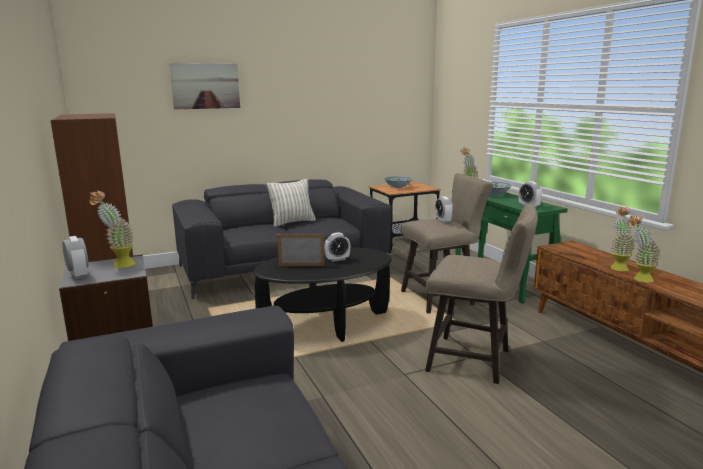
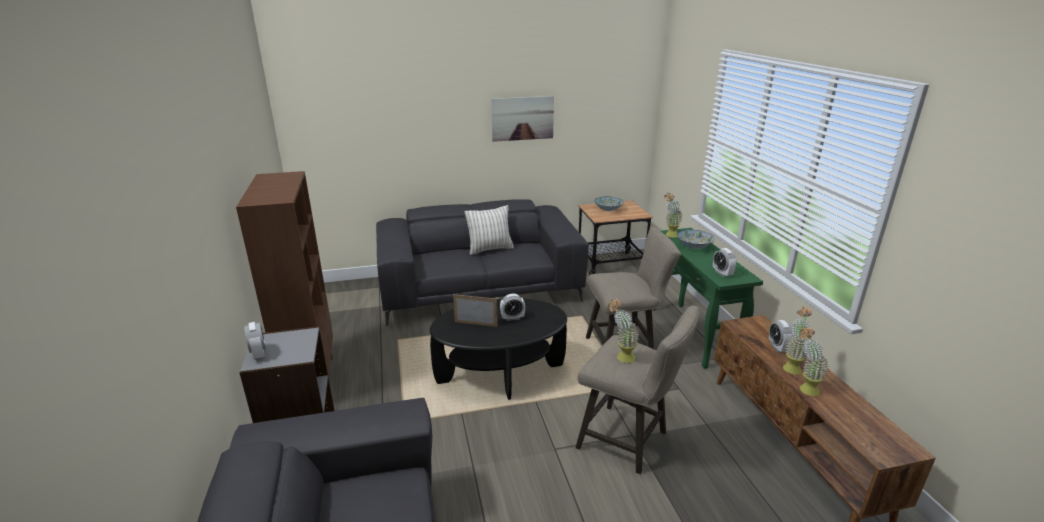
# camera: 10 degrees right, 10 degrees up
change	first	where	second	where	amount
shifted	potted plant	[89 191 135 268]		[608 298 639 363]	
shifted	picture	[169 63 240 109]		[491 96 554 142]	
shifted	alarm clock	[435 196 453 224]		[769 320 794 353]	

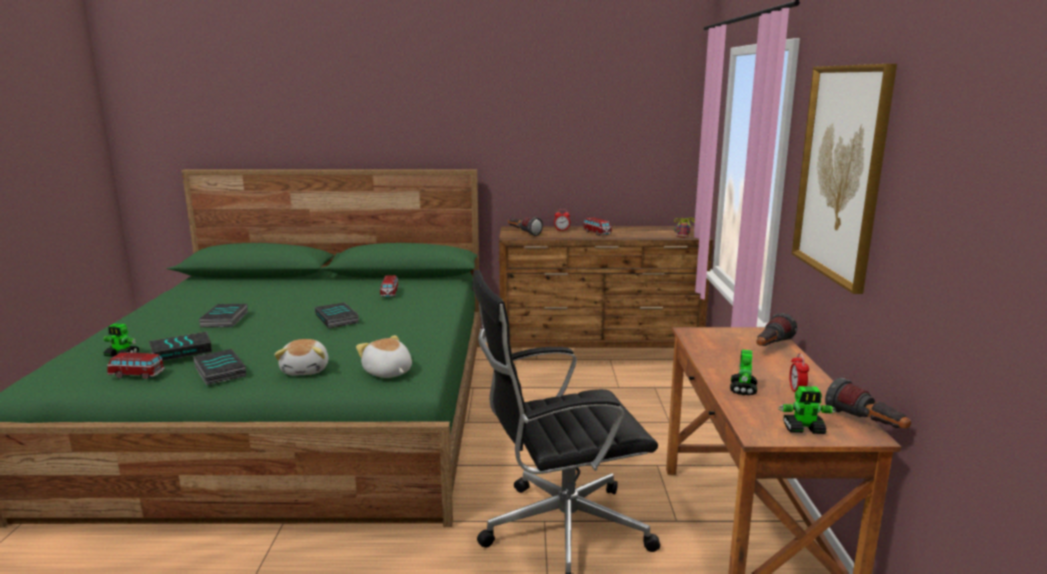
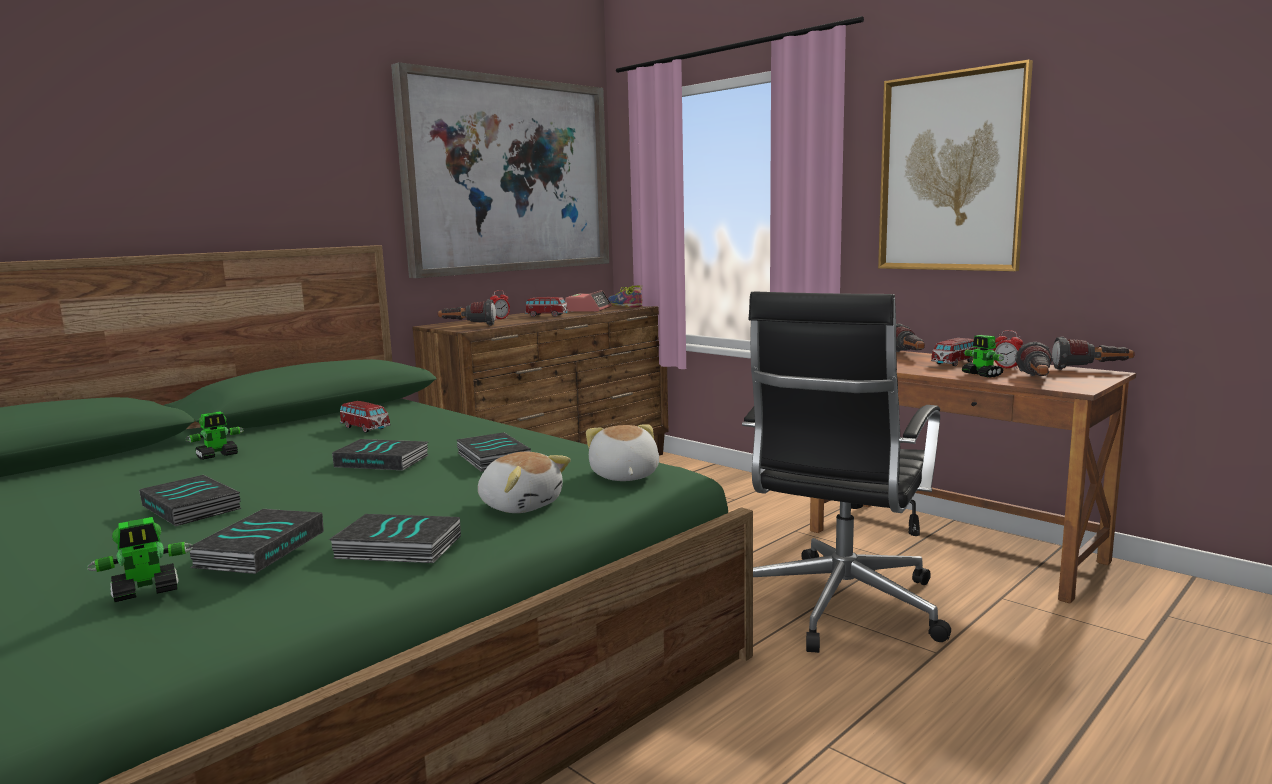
# camera: 45 degrees left, 5 degrees down
change	first	where	second	where	amount
new			picture	[391 62 609 278]	
new			book	[457 432 531 472]	
new			alarm clock	[565 290 612 312]	
new			flashlight	[1015 342 1053 376]	
shifted	toy car	[107 353 165 379]		[931 338 977 366]	
shifted	toy robot	[778 386 836 434]		[185 412 244 460]	
rotated	plush toy	[356 335 412 378]		[586 424 659 481]	75 degrees clockwise

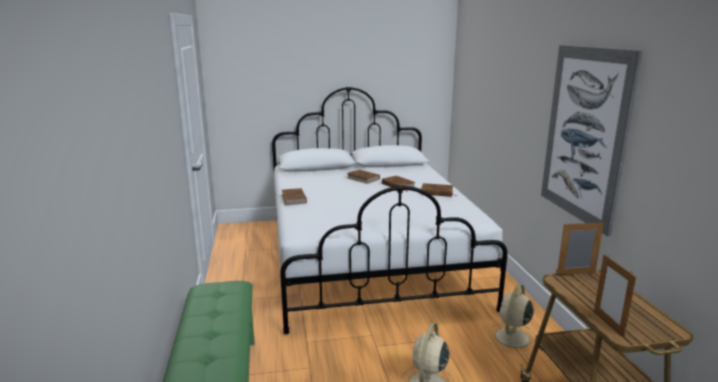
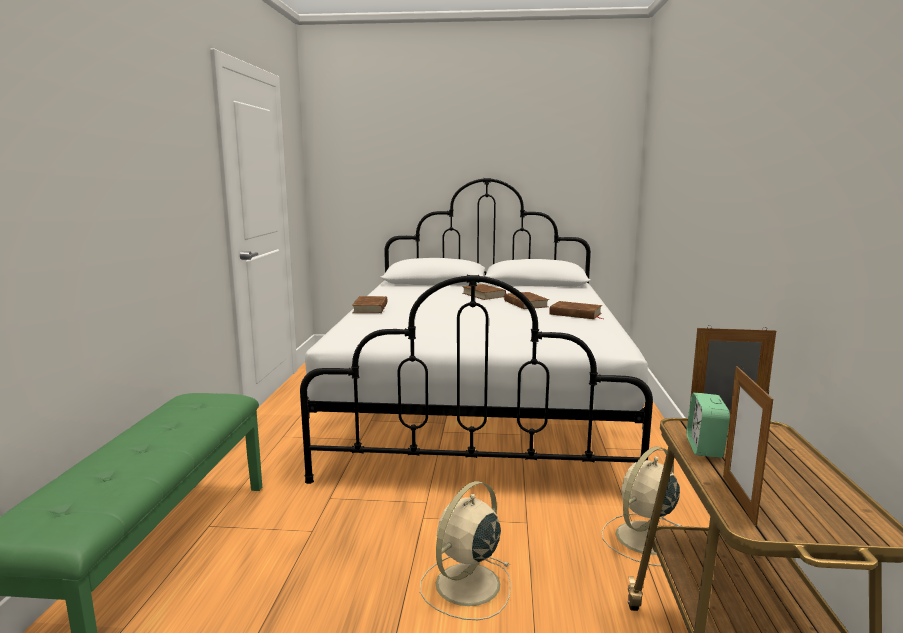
# camera: 15 degrees right, 5 degrees down
change	first	where	second	where	amount
gone	picture	[541 45 642 237]			
new			alarm clock	[687 393 730 458]	

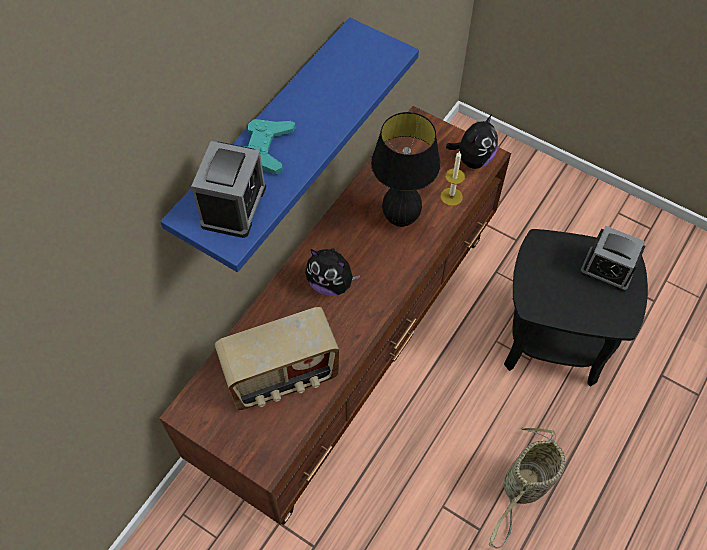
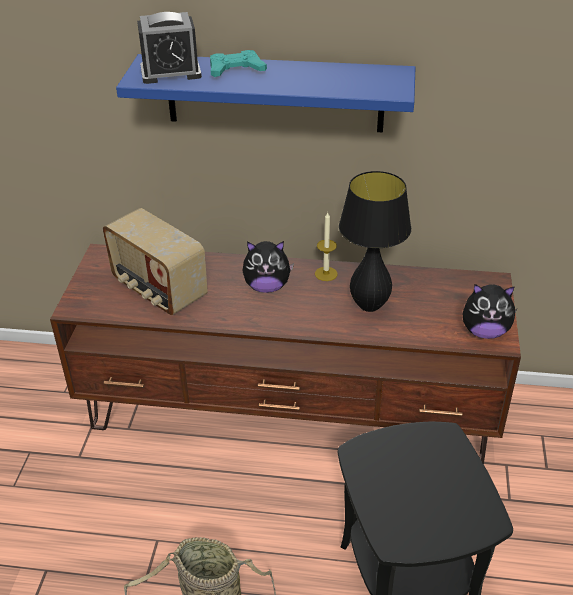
# camera: 65 degrees right, 20 degrees down
change	first	where	second	where	amount
gone	alarm clock	[580 226 645 292]			
shifted	candle	[440 151 465 206]		[315 211 338 281]	
rotated	plush toy	[305 248 361 296]		[242 241 294 293]	90 degrees counterclockwise

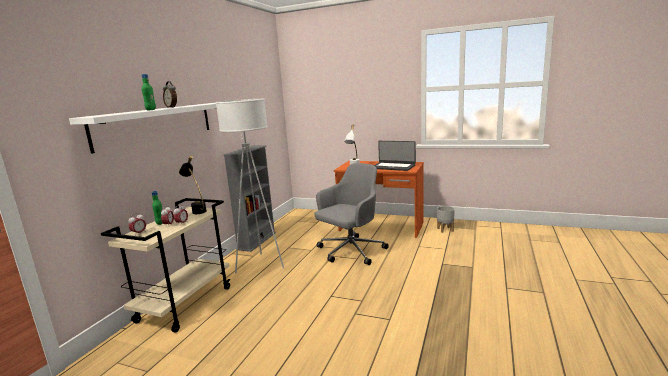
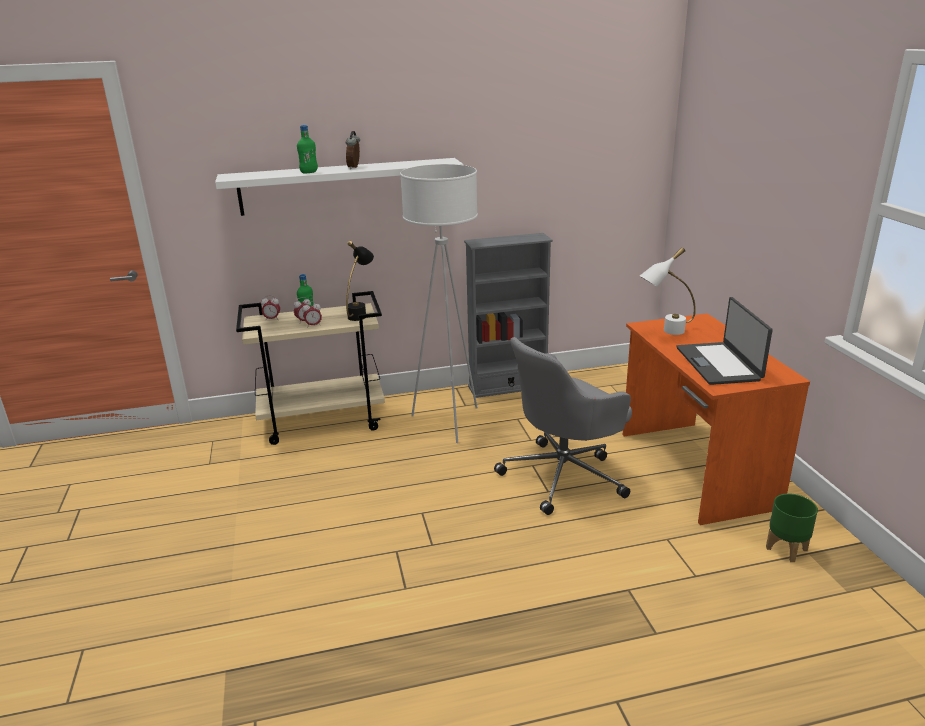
# camera: 55 degrees right, 10 degrees up
change	first	where	second	where	amount
repainted	planter/grey	[437 206 455 233]	planter/green	[766 493 818 562]	
rotated	office chair/grey	[315 163 389 265]		[494 337 632 515]	135 degrees clockwise

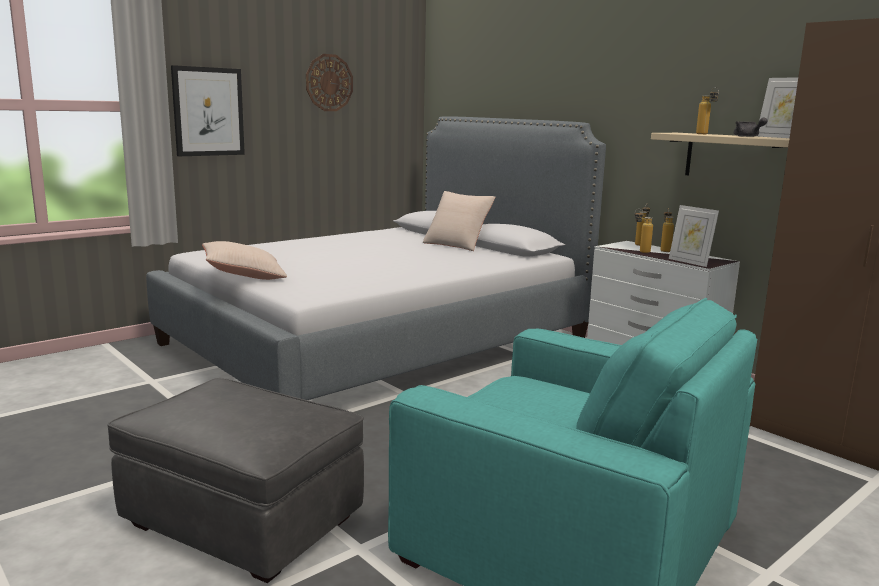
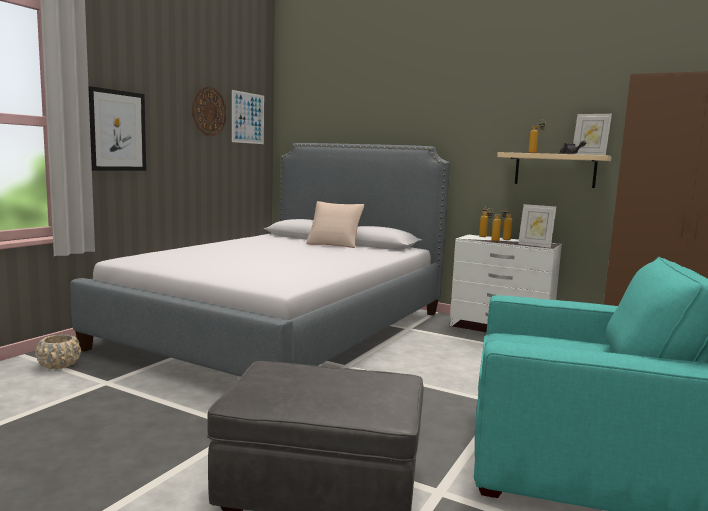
# camera: 20 degrees left, 5 degrees down
change	first	where	second	where	amount
gone	pillow/beige	[202 241 287 280]			
new			planter/beige	[35 334 81 369]	
new			picture	[232 90 264 144]	

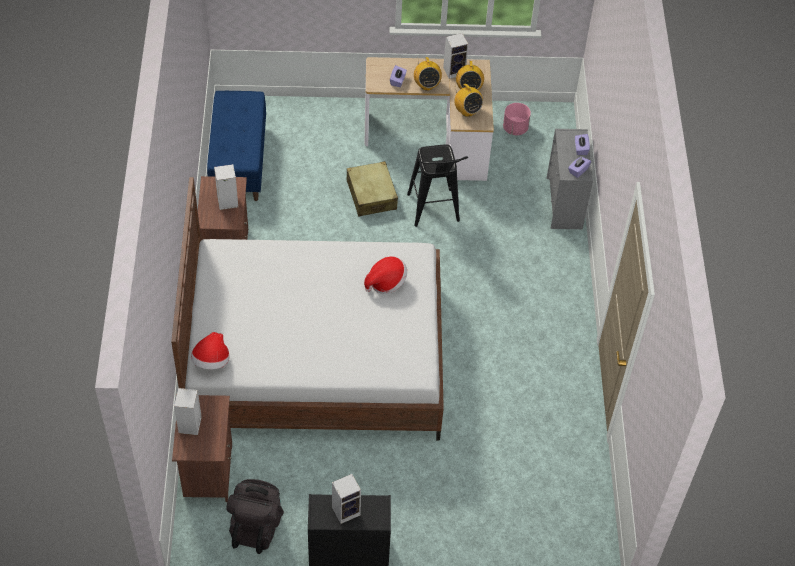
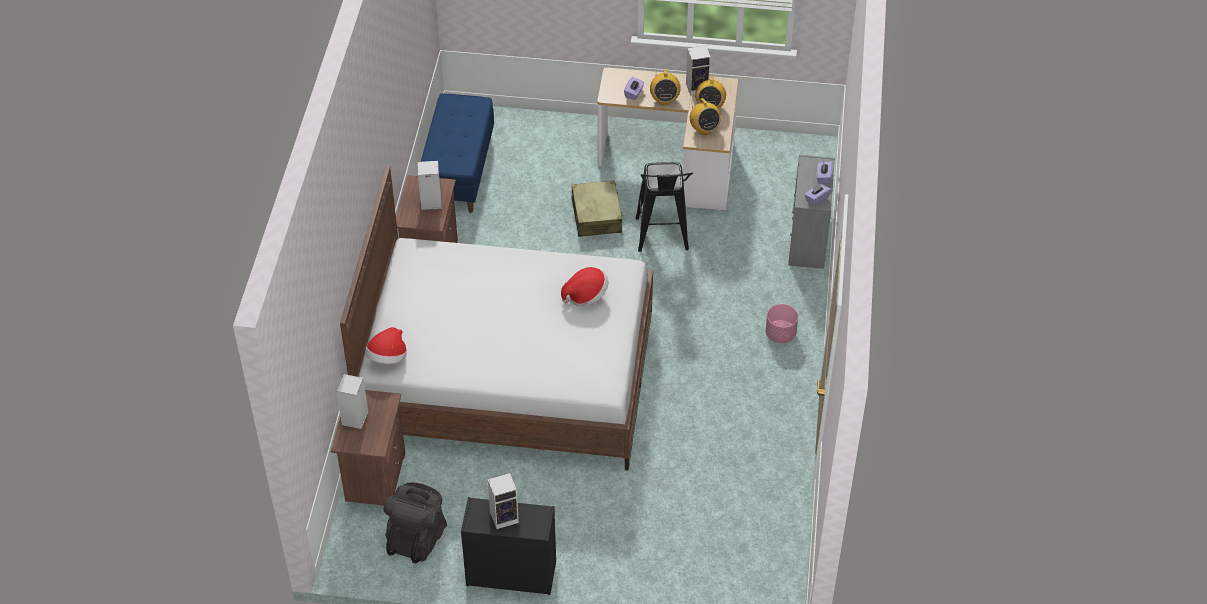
# camera: 10 degrees right, 5 degrees down
change	first	where	second	where	amount
shifted	planter/pink	[503 103 531 135]		[766 304 798 343]	

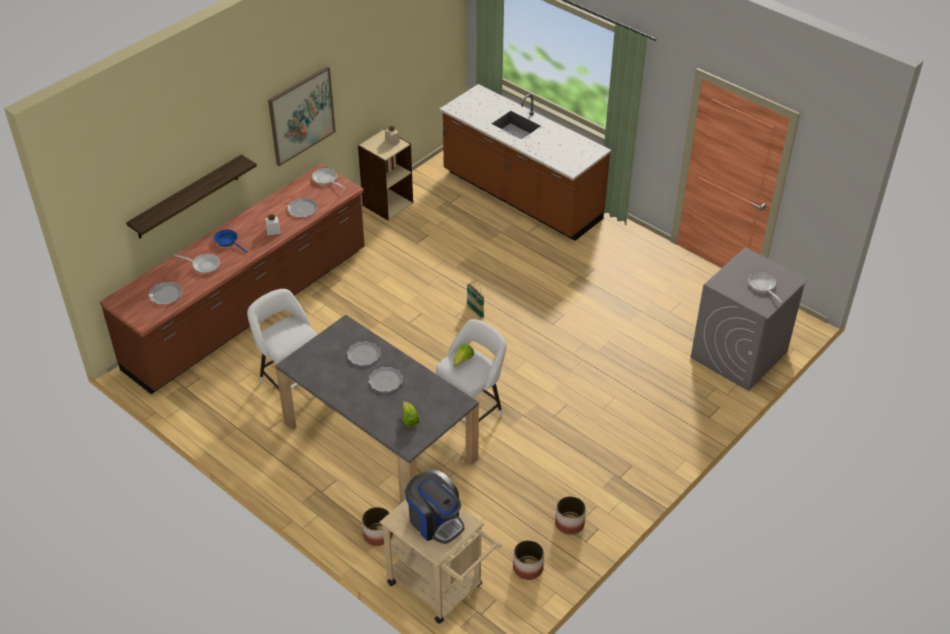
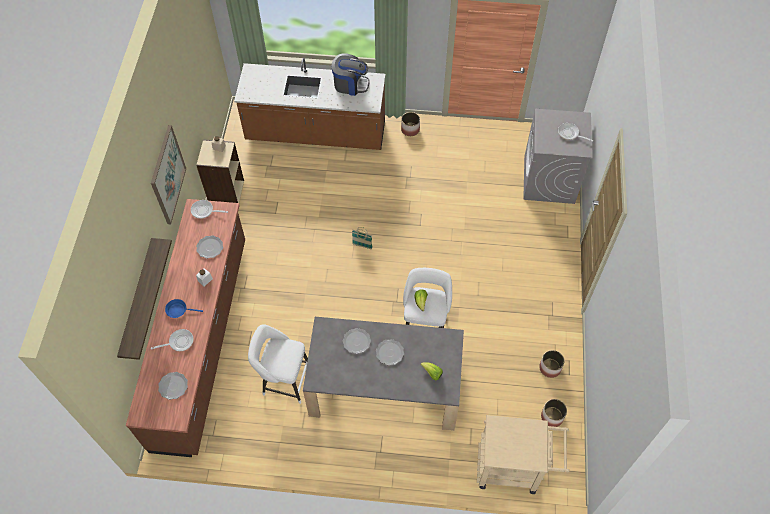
# camera: 35 degrees left, 15 degrees up
change	first	where	second	where	amount
shifted	planter	[362 507 393 546]		[401 112 420 136]	
shifted	coffee machine	[405 470 465 544]		[332 53 370 96]	

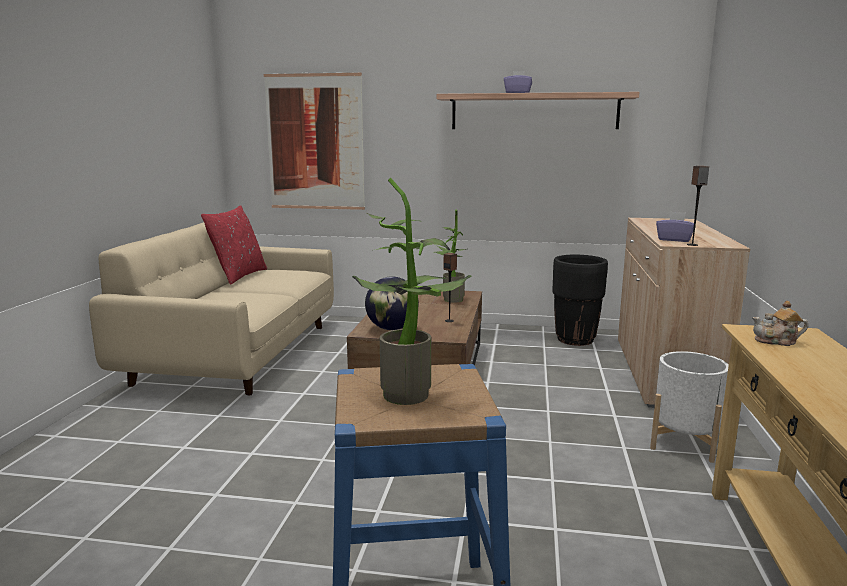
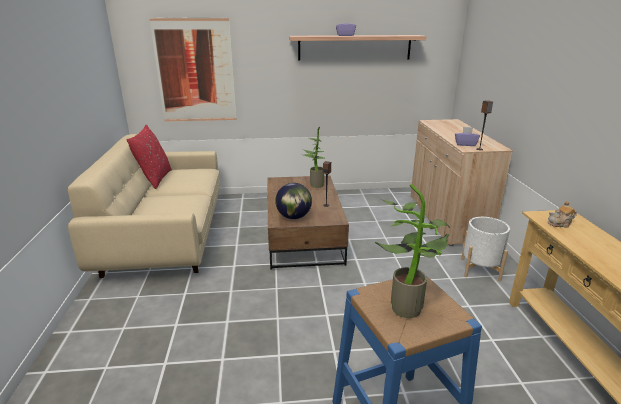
# camera: 15 degrees left, 10 degrees up
change	first	where	second	where	amount
gone	planter/black	[552 255 608 346]			

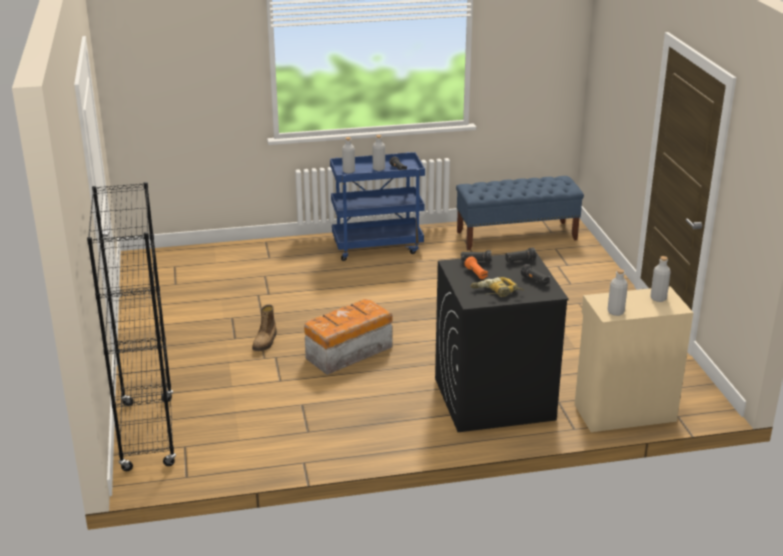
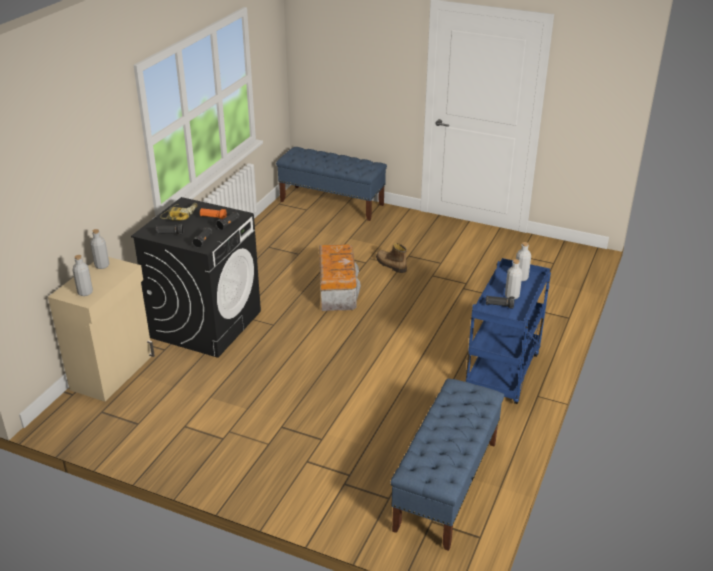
# camera: 125 degrees right, 5 degrees up
change	first	where	second	where	amount
swapped	bookcase/black	[87 182 176 471]	bench/blue	[276 147 387 221]	

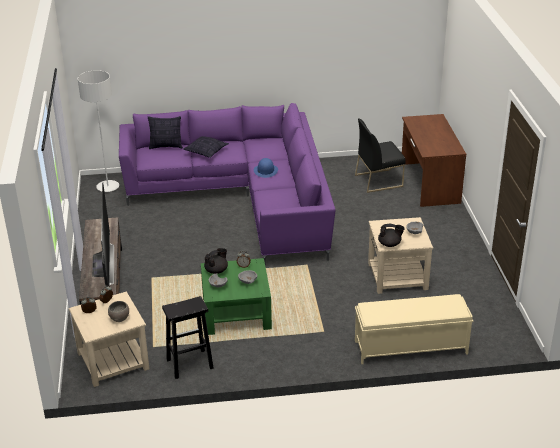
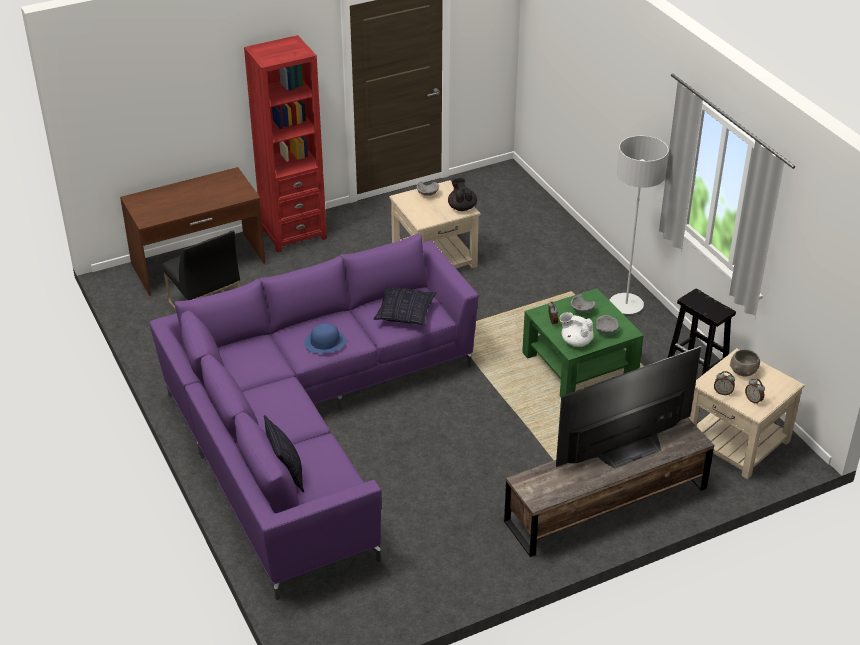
# camera: 110 degrees left, 5 degrees up
change	first	where	second	where	amount
gone	bench/beige	[355 294 473 364]			
new			bookcase/red	[244 35 327 253]	
shifted	floor lamp/grey	[78 70 119 192]		[610 136 669 314]	
shifted	pillow	[183 136 229 158]		[374 287 436 325]	
repainted	teapot/black	[204 248 228 274]	teapot/white	[559 312 594 347]	

